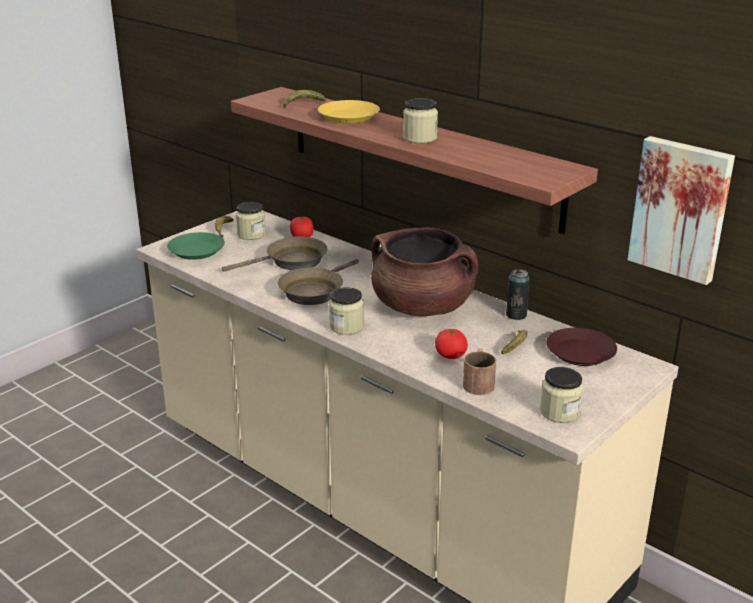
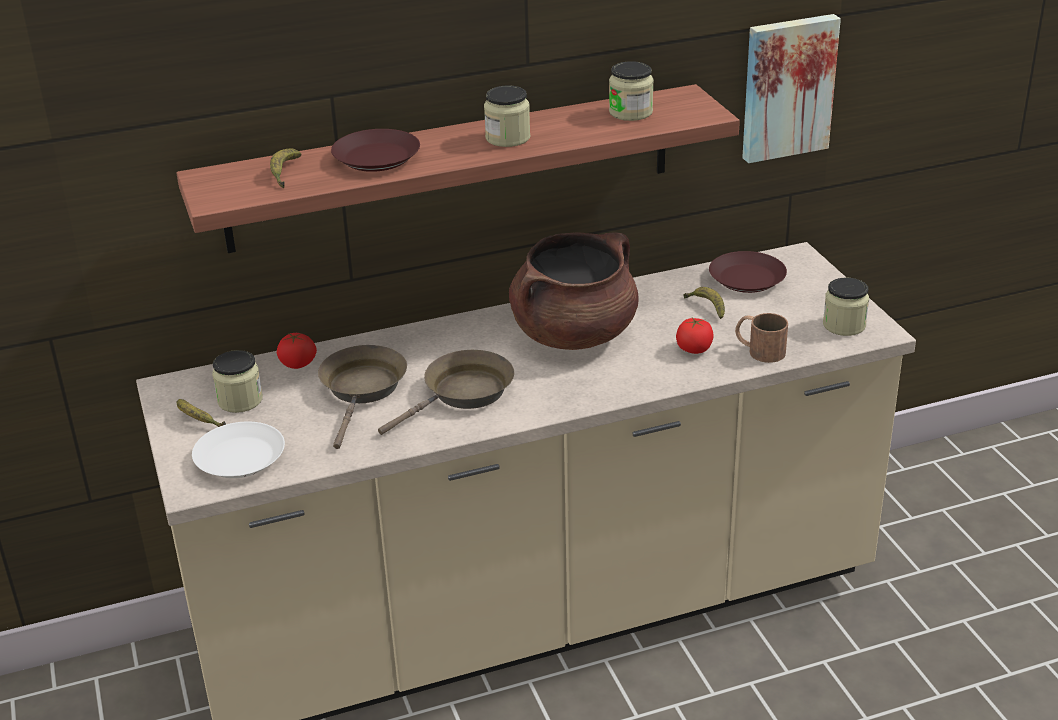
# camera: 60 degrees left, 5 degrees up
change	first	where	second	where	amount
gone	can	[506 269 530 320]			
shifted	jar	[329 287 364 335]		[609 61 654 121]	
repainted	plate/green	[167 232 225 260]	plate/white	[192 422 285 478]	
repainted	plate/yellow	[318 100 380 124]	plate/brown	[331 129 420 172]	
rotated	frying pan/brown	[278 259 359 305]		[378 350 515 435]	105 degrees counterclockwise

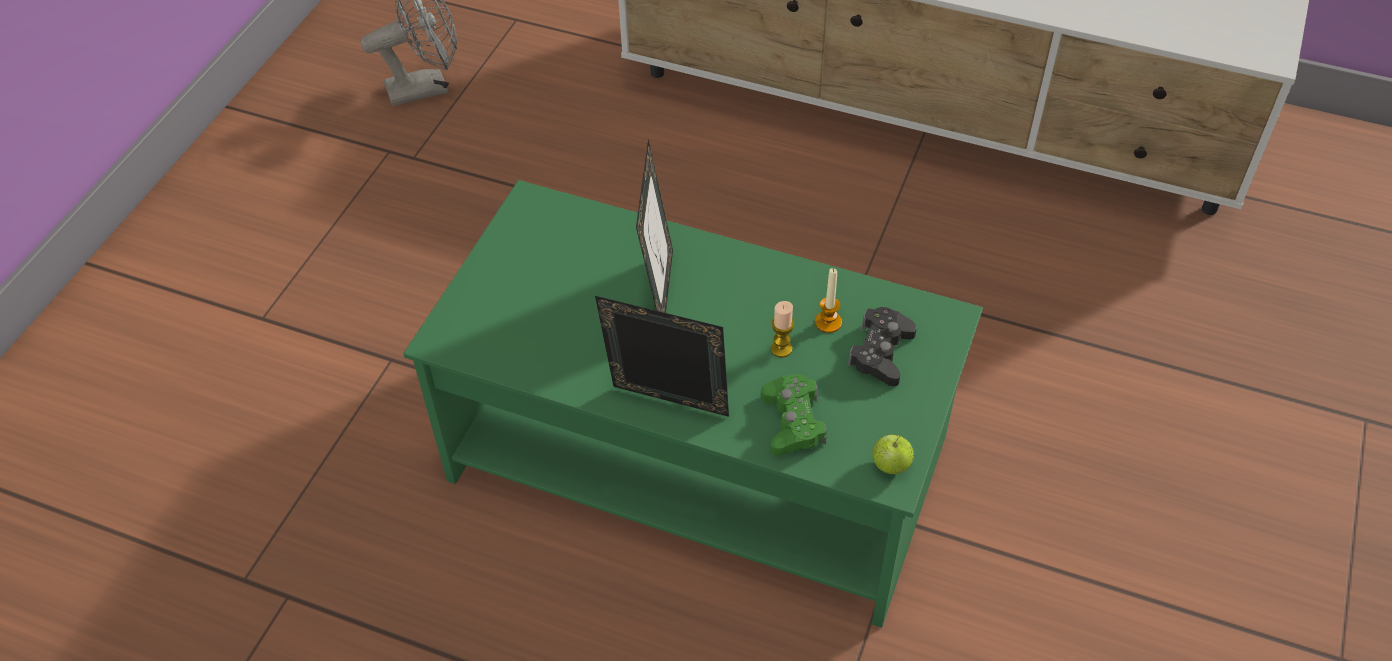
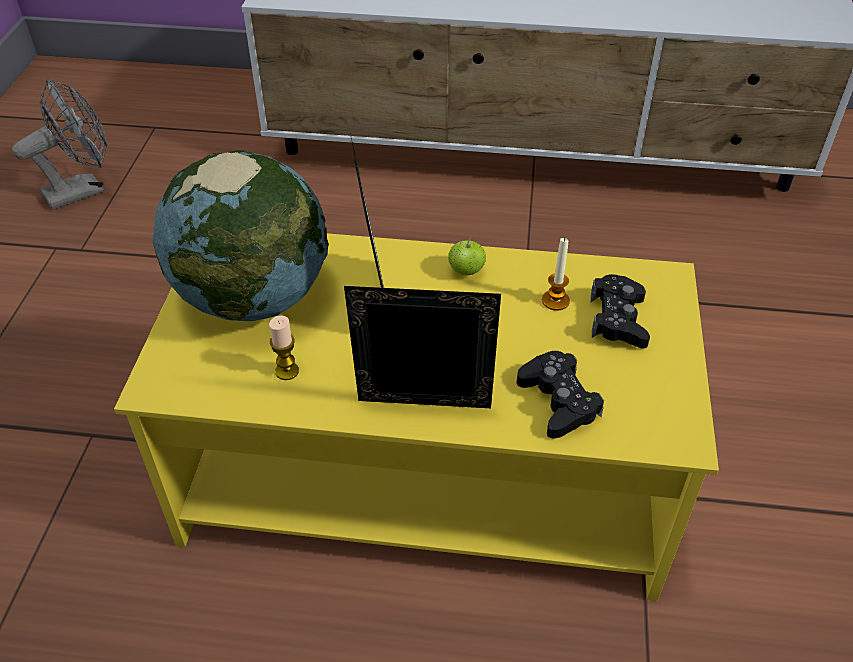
# camera: 15 degrees left, 5 degrees down
change	first	where	second	where	amount
new			globe	[152 150 329 321]	
shifted	candle	[771 301 794 358]		[269 315 299 380]	
shifted	apple	[872 435 914 474]		[448 237 486 275]	
repainted	coffee table/green	[403 180 983 628]	coffee table/yellow	[114 233 719 601]	
repainted	game controller/green	[761 374 827 456]	game controller/black	[517 351 604 439]	

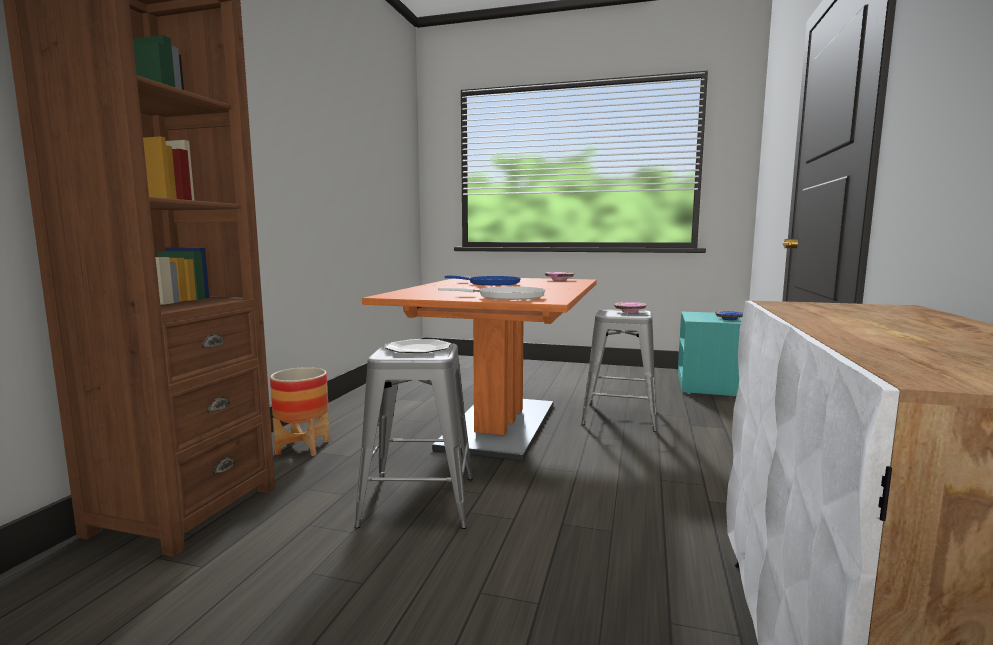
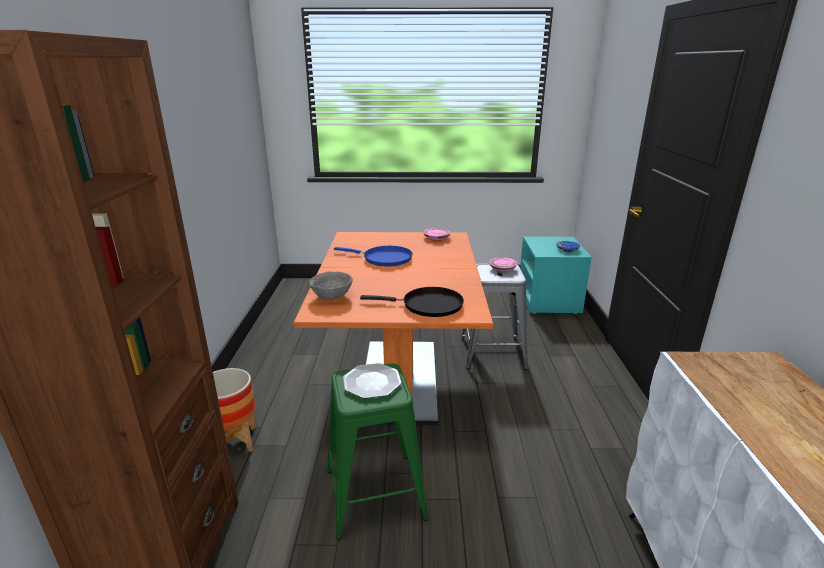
# camera: 15 degrees left, 15 degrees up
change	first	where	second	where	amount
new			bowl/grey	[309 271 353 300]	
repainted	stool/grey	[354 343 473 529]	stool/green	[327 364 428 540]	
repainted	frying pan/white	[438 286 545 300]	frying pan/black	[360 287 464 317]	

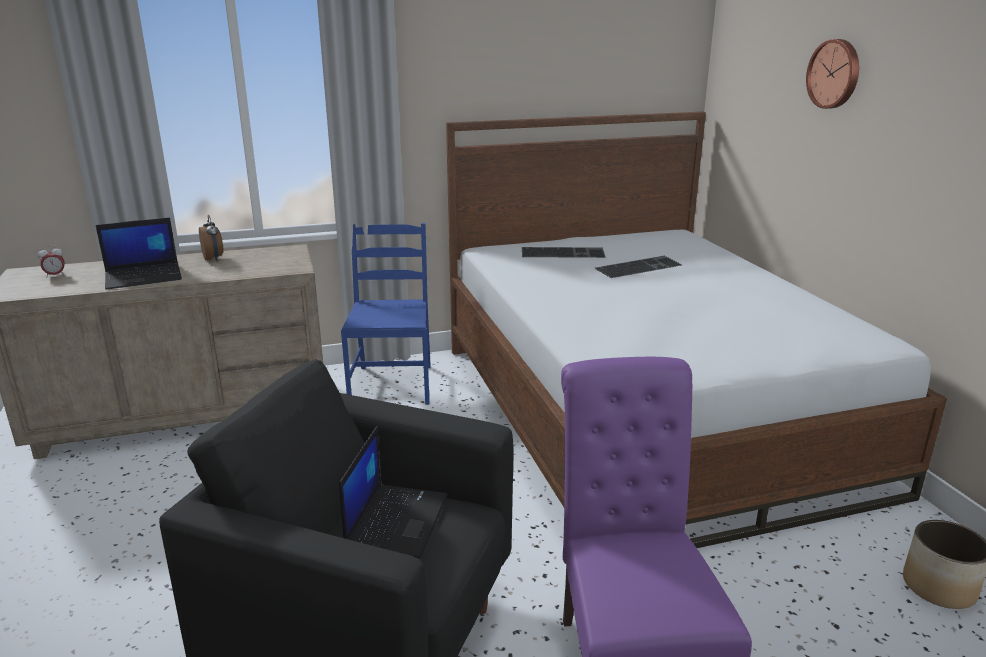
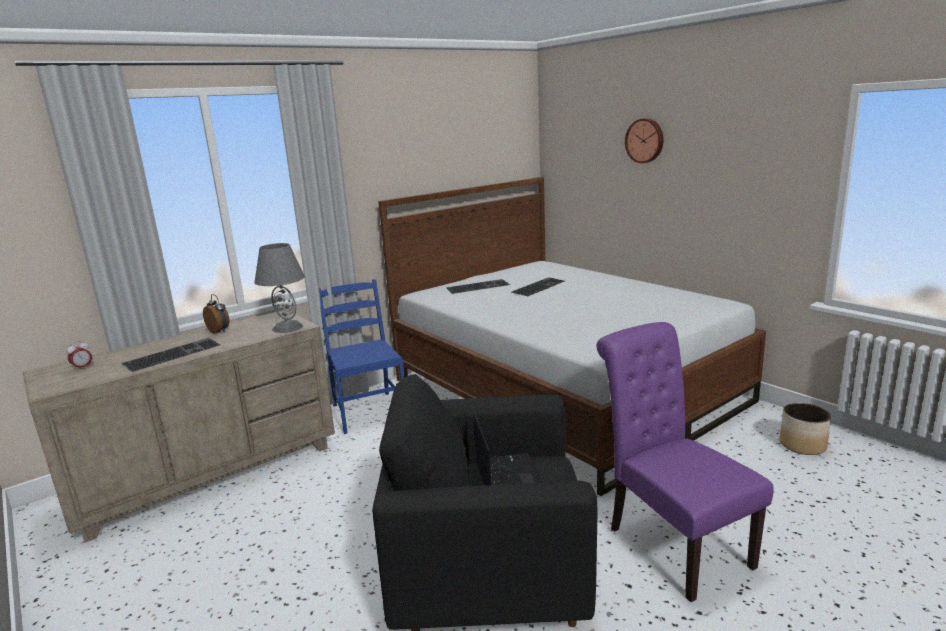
# camera: 20 degrees left, 5 degrees down
change	first	where	second	where	amount
new			table lamp/grey	[254 243 305 333]	
swapped	laptop	[96 218 182 289]	keyboard	[122 338 220 372]	

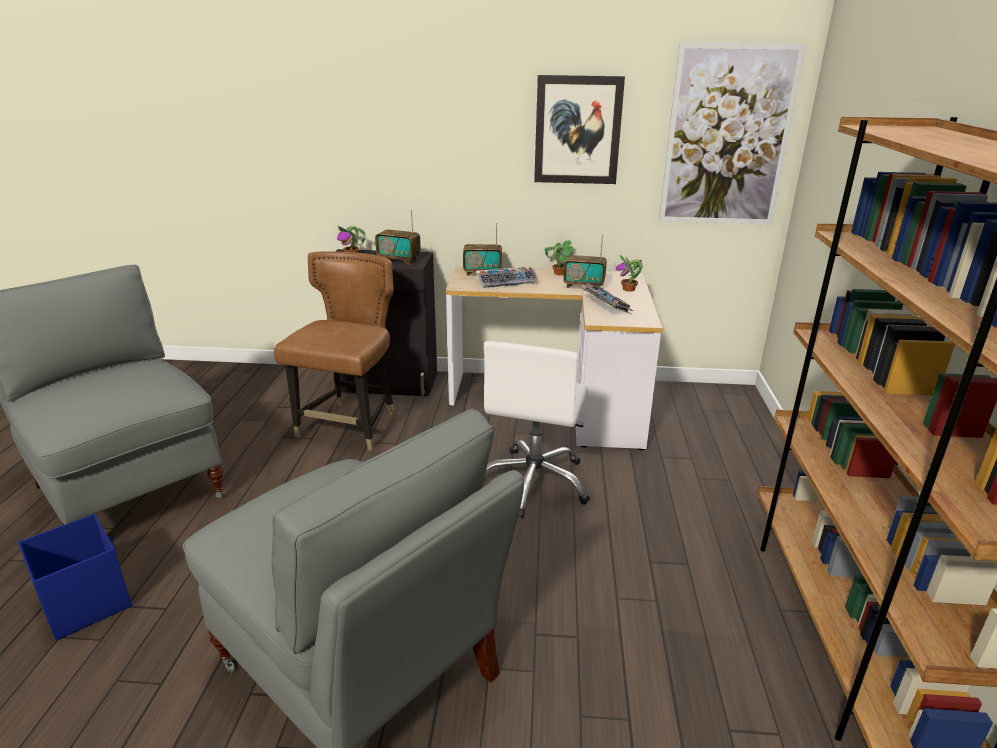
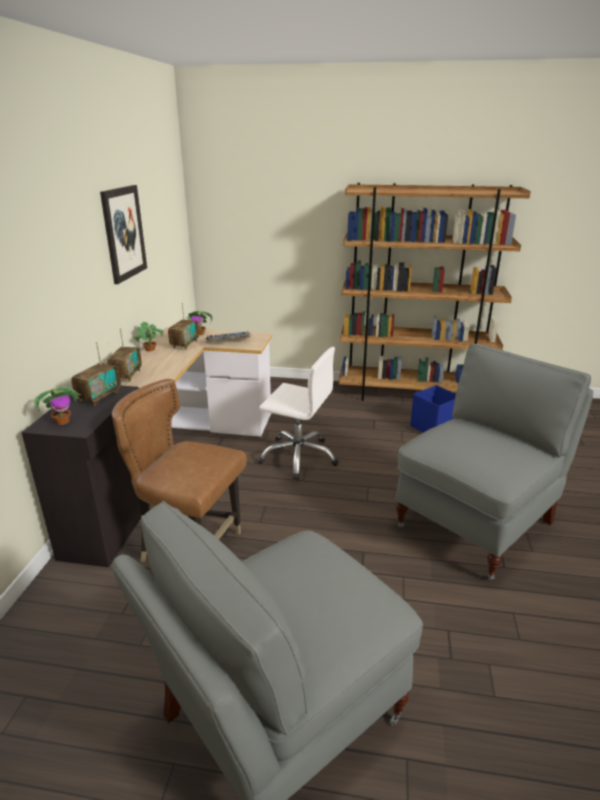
# camera: 85 degrees left, 0 degrees up
change	first	where	second	where	amount
gone	keyboard	[476 267 539 290]			
gone	picture	[659 42 806 224]			
shifted	storage box/blue	[18 514 132 640]		[410 385 456 433]	

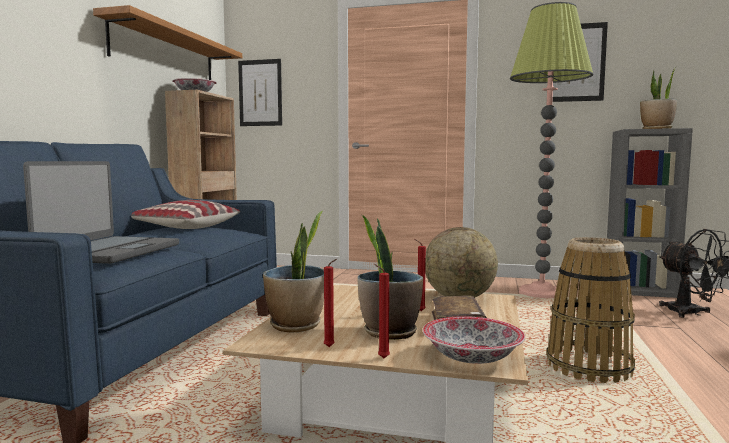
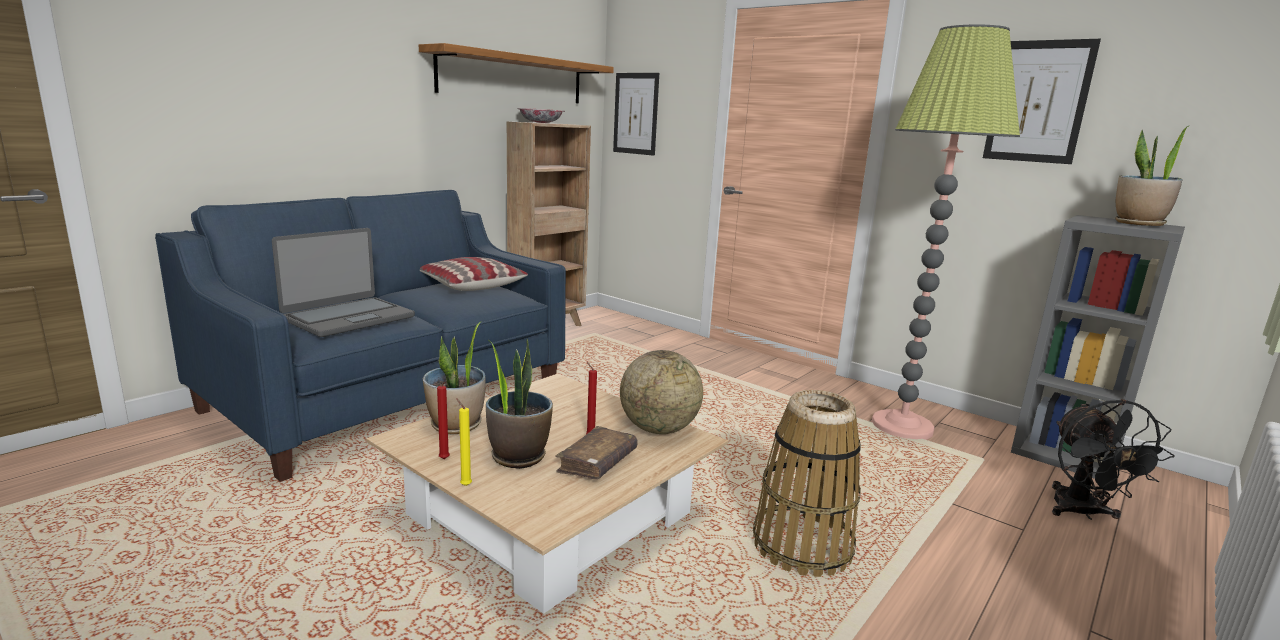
# camera: 25 degrees right, 10 degrees up
change	first	where	second	where	amount
gone	bowl	[423 316 525 364]			
repainted	candle/red	[374 264 390 358]	candle/yellow	[456 398 472 486]	

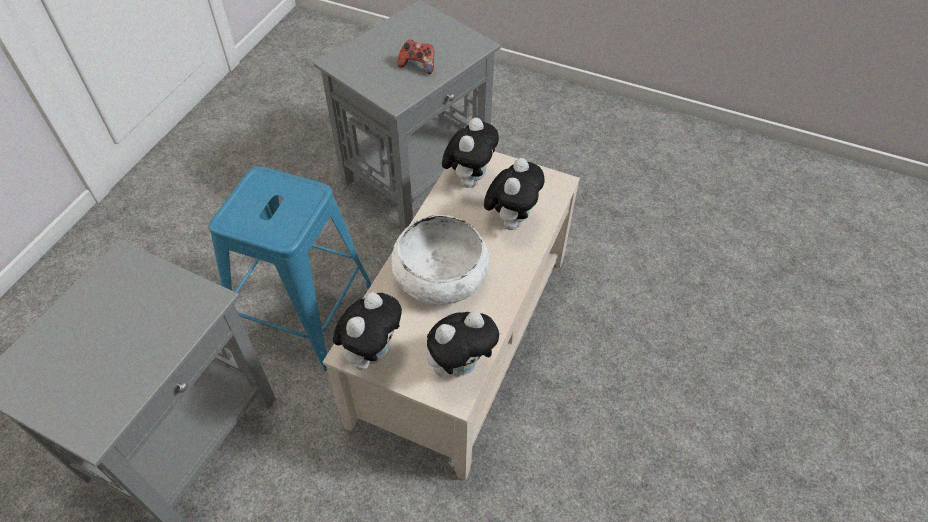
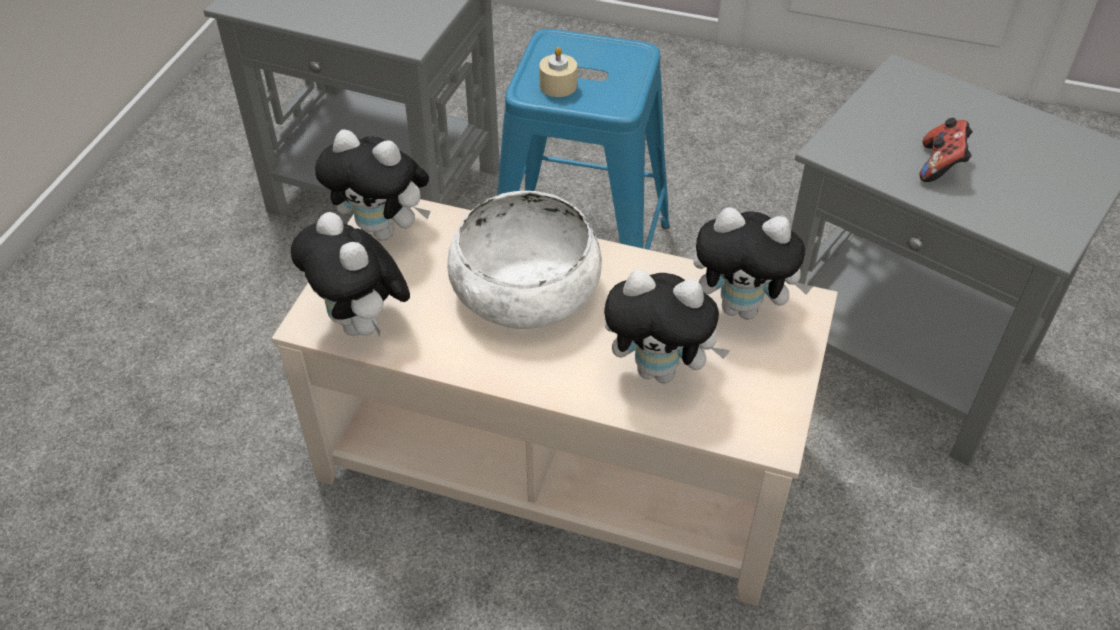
# camera: 85 degrees right, 5 degrees down
change	first	where	second	where	amount
new			candle/beige	[539 47 577 97]	

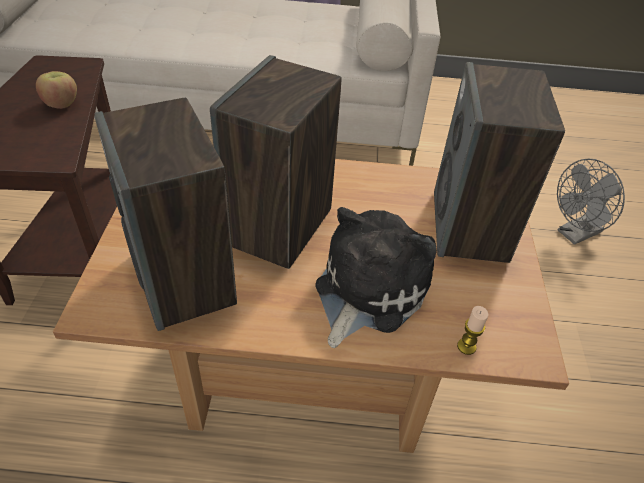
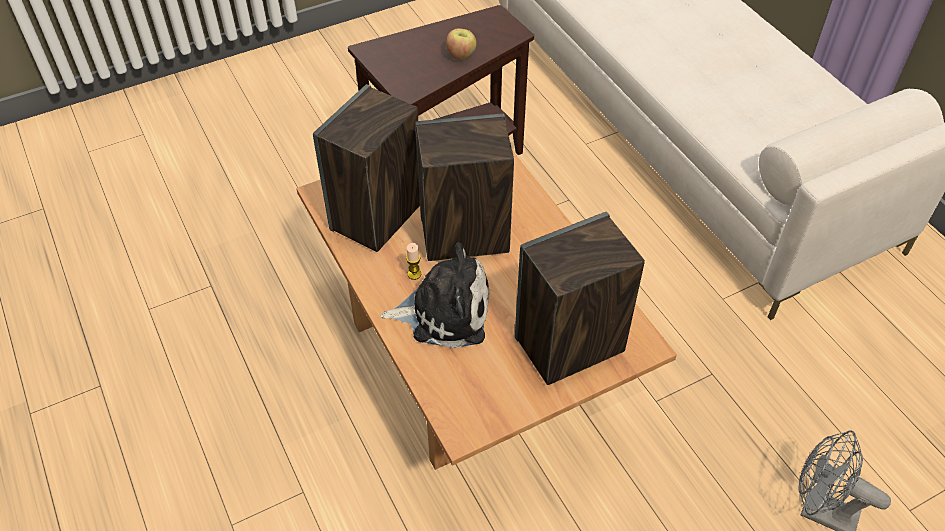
# camera: 60 degrees right, 5 degrees up
change	first	where	second	where	amount
shifted	candle	[457 306 489 355]		[406 243 421 280]	

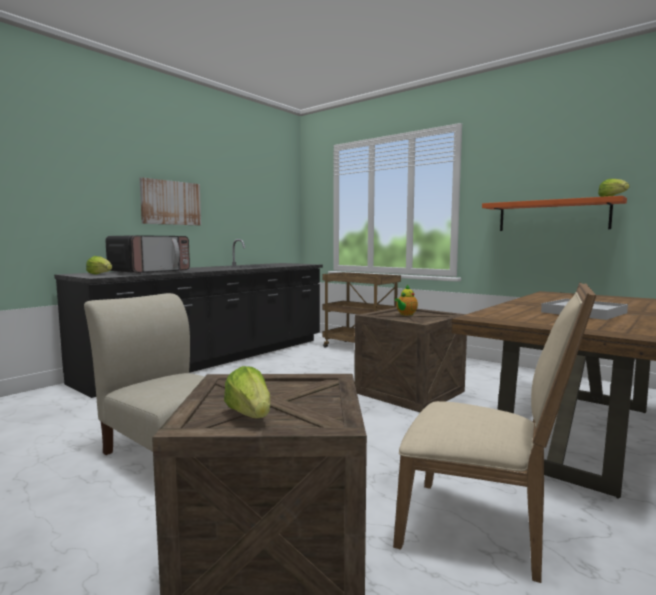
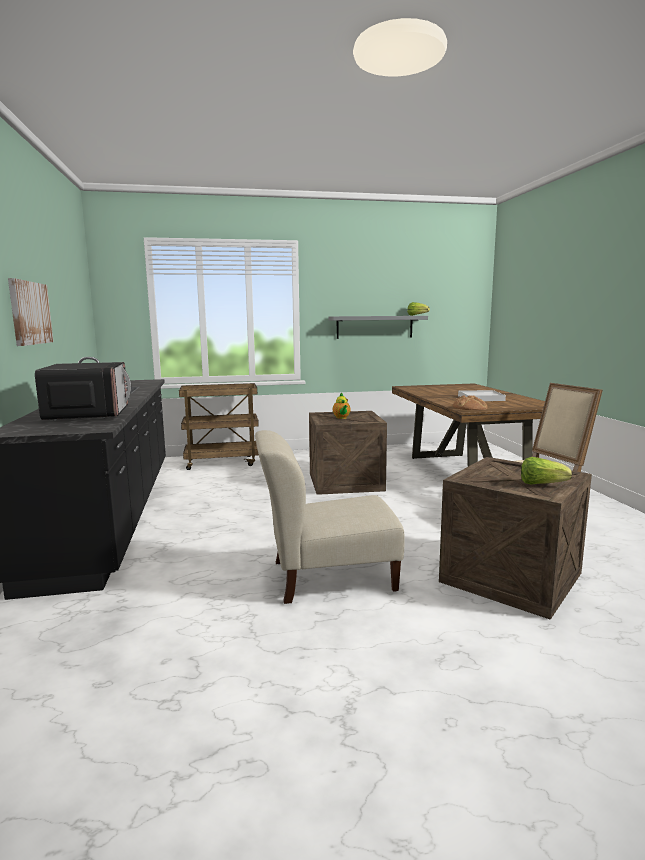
# camera: 50 degrees left, 5 degrees up
change	first	where	second	where	amount
gone	lettuce	[86 256 112 275]			
new			bread	[453 395 488 410]	
repainted	shelf/orange	[482 196 627 231]	shelf/grey	[329 316 428 339]	

